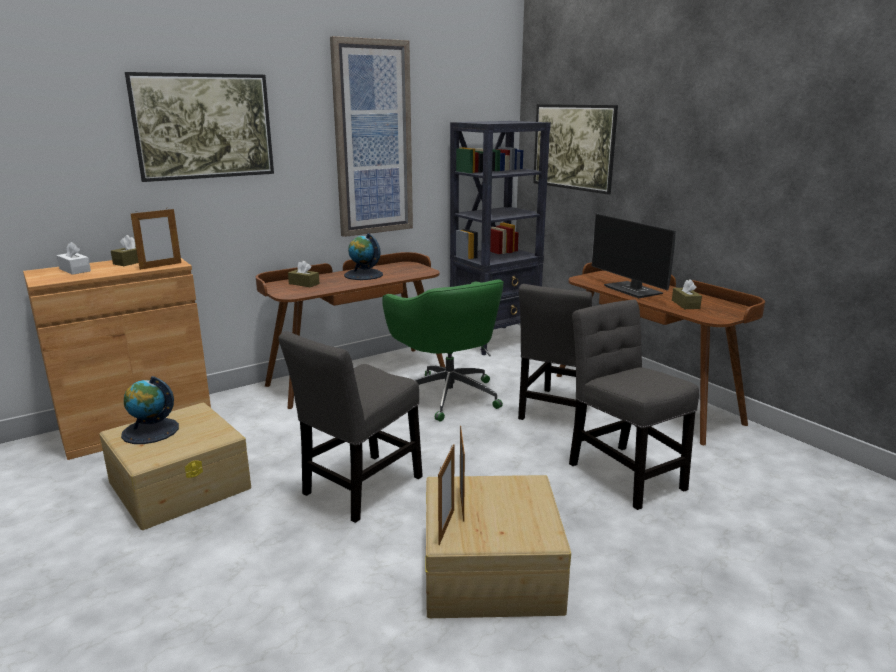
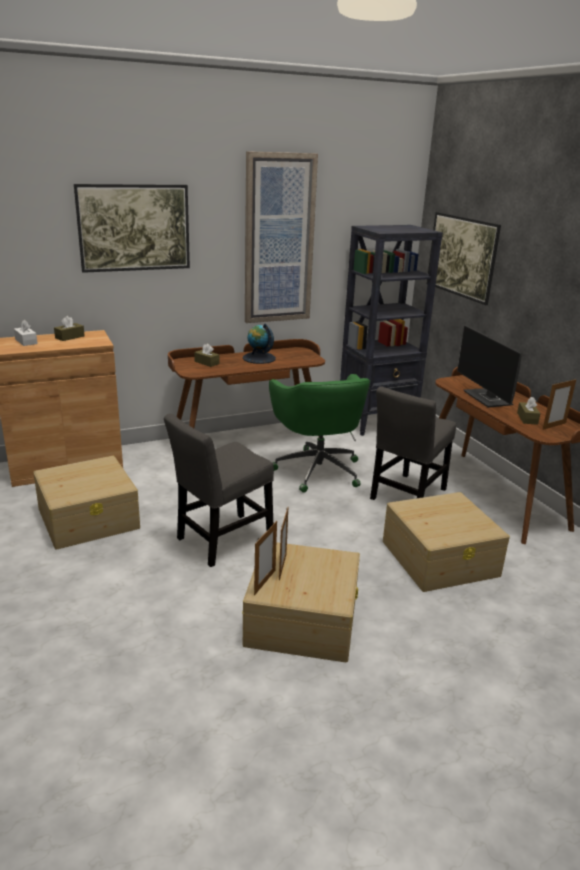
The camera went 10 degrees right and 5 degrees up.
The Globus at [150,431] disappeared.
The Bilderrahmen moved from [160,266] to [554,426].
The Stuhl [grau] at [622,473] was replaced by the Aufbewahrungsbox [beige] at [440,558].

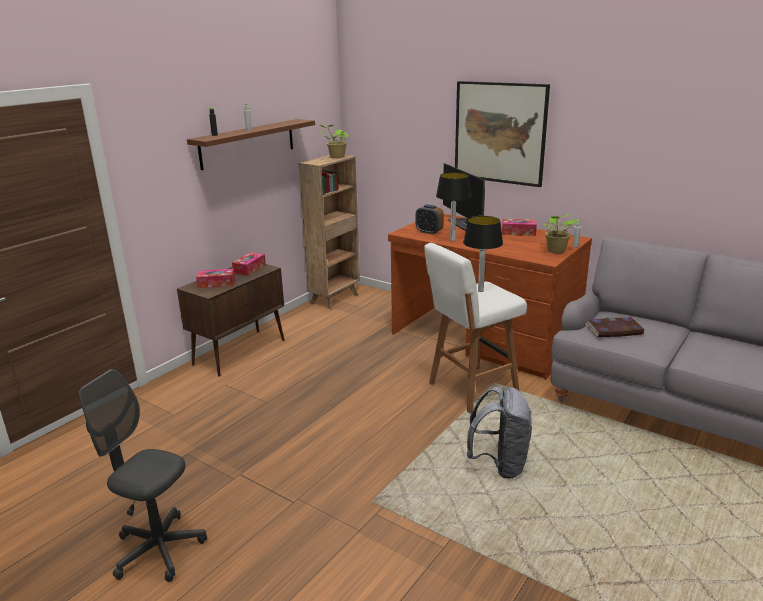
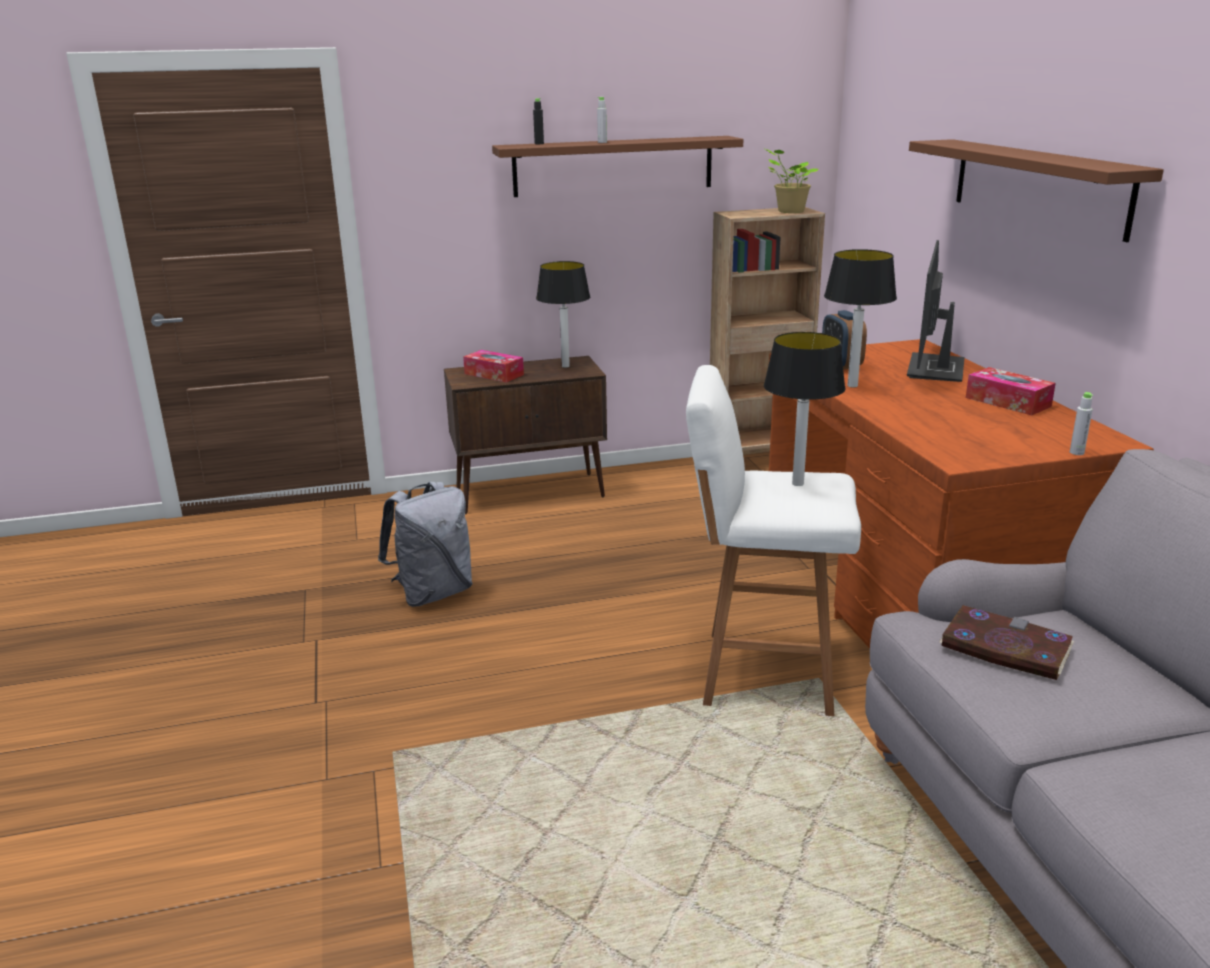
The camera went 40 degrees right and 0 degrees up.
The Bürostuhl [grau] at [159,549] disappeared.
The Taschentuchbox at [249,268] was replaced by the Tischlampe at [565,366].
The Bild at [500,133] was replaced by the Wandregal [braun] at [1038,186].
The Rucksack [grau] moved from [499,464] to [433,593].
The Topfpflanze at [555,251] disappeared.

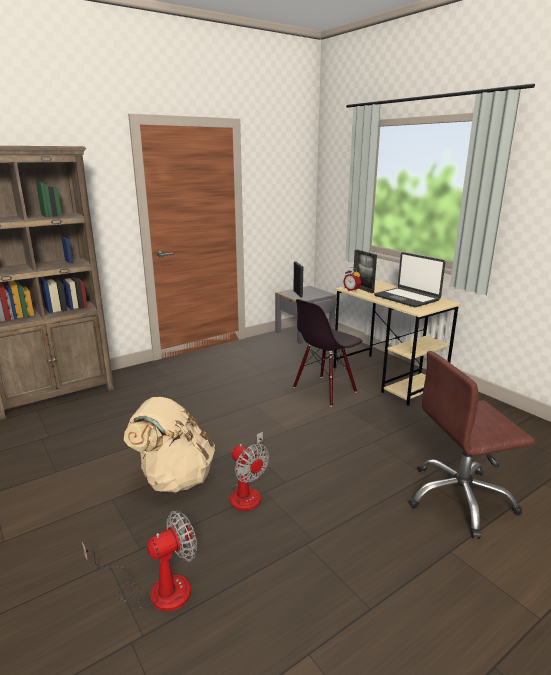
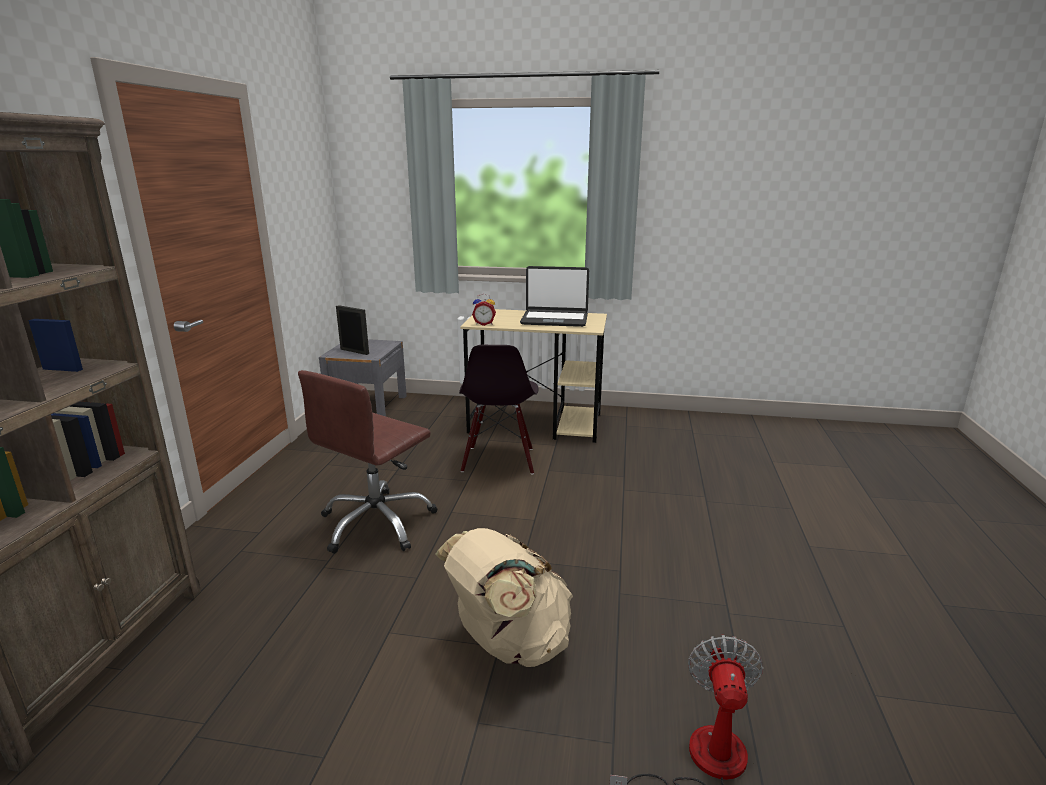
The camera went 45 degrees left and 0 degrees up.
The Ventilator at [248,491] disappeared.
The Bilderrahmen at [363,289] disappeared.
The Bürostuhl [braun] moved from [460,499] to [377,523].

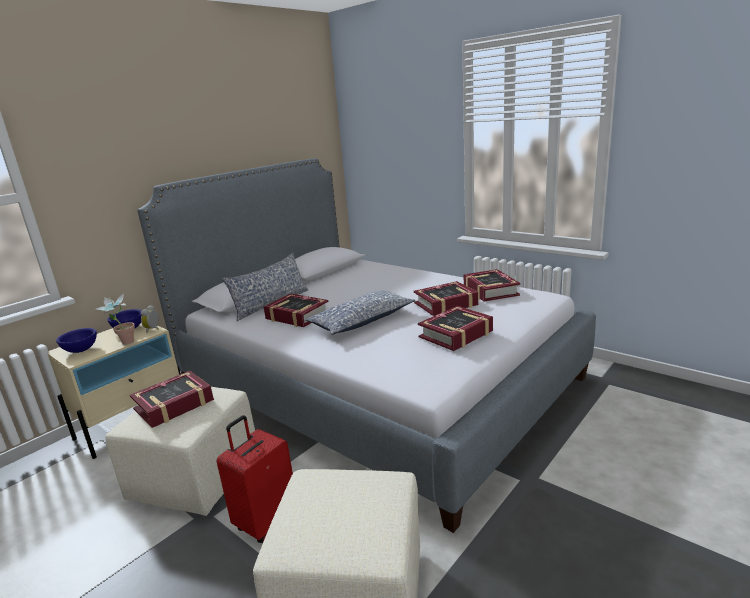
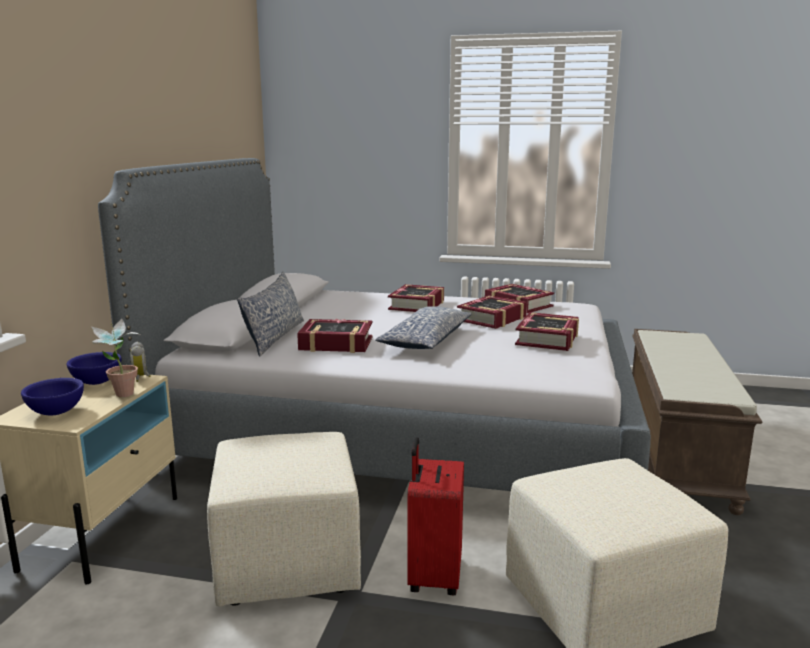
The camera went 30 degrees left and 5 degrees down.
The Buch moved from [174,405] to [417,305].
The Bank [braun] at [674,452] appeared.

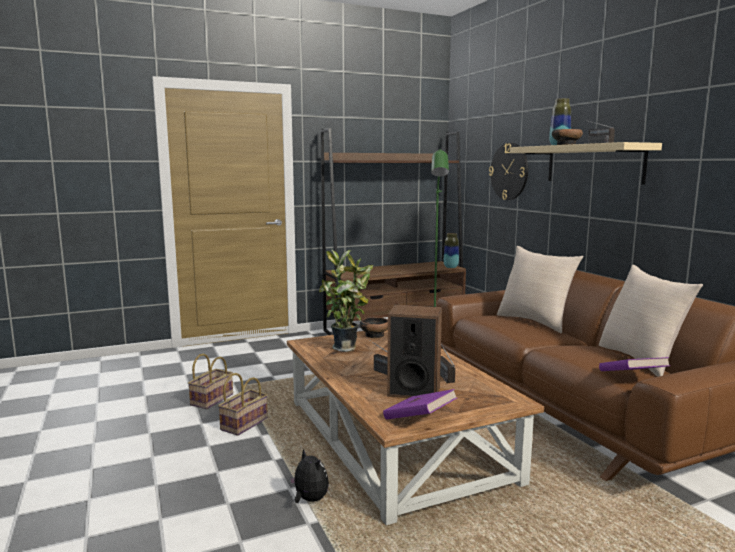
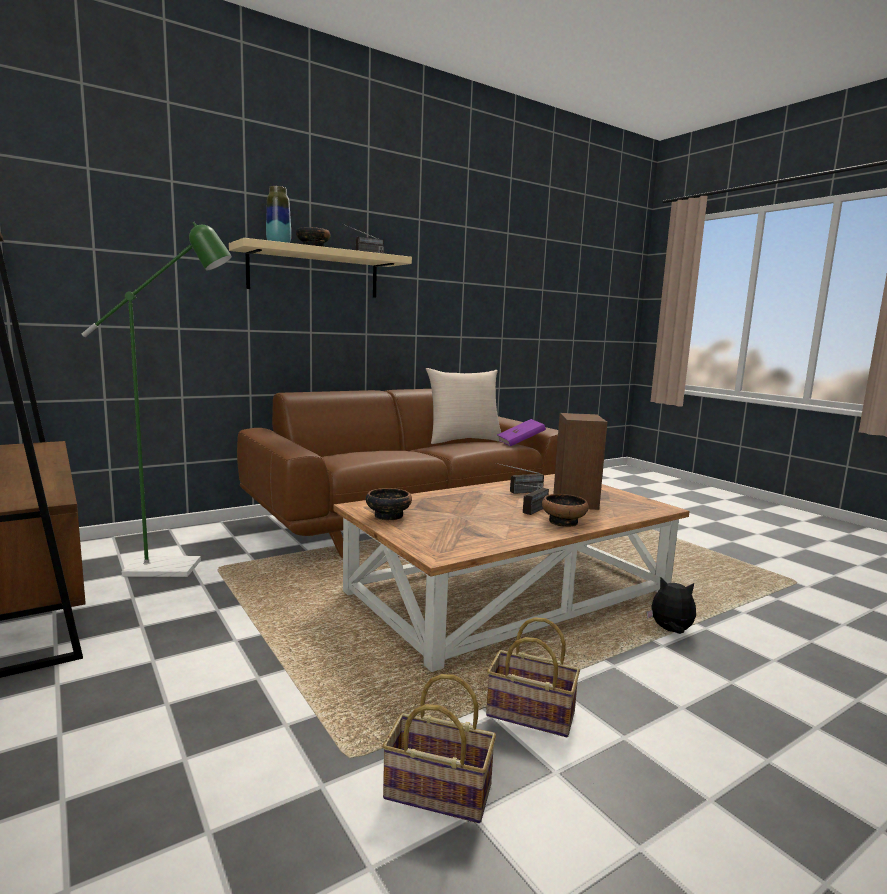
The camera went 100 degrees left and 0 degrees up.
The Plüschtier at [309,500] turned 75 degrees clockwise.
The Topfpflanze at [347,348] disappeared.
The Buch [lila] at [419,420] disappeared.
The Vase at [451,267] disappeared.
The Wanduhr at [509,171] disappeared.
The Kissen [beige] at [535,321] disappeared.
The Schüssel at [564,522] appeared.

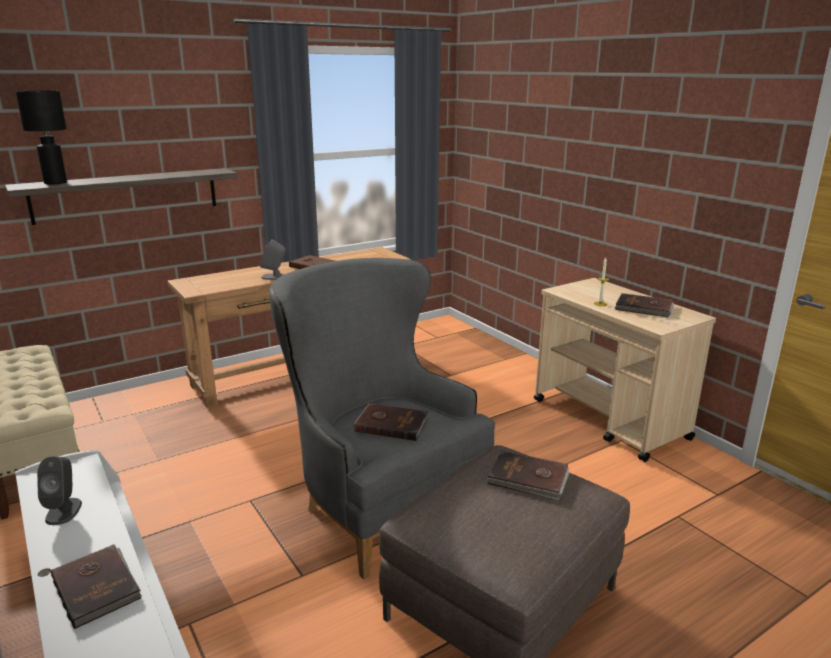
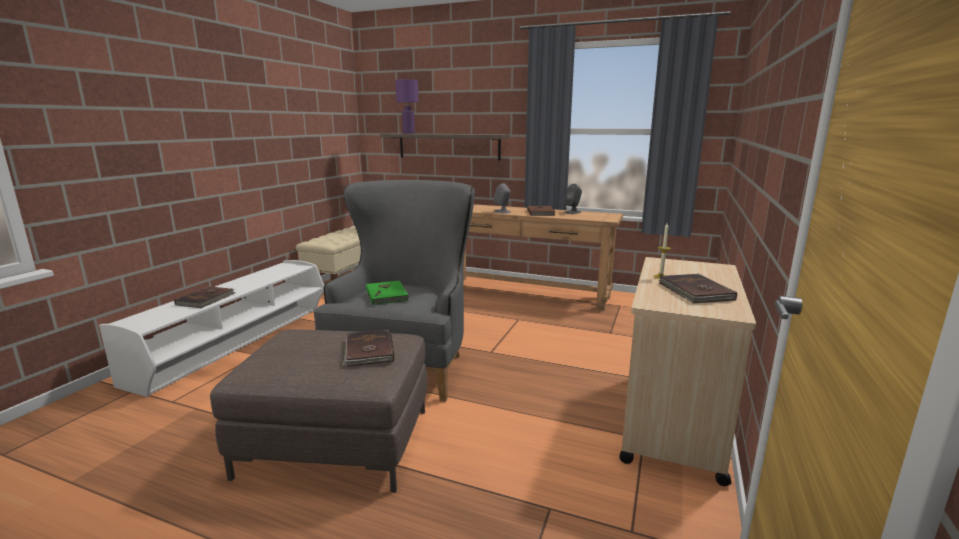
The camera went 55 degrees right and 5 degrees down.
The Tischlampe [schwarz] at [55,183] became the Tischlampe [lila] at [408,133].
The Lautsprecher [grau] moved from [64,511] to [572,212].
The Buch [braun] at [391,424] became the Buch [grün] at [387,294].

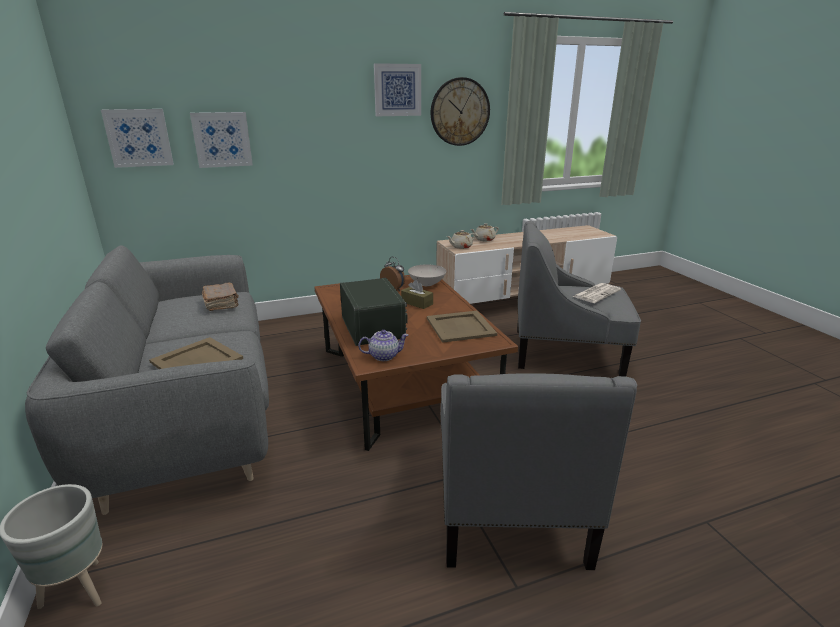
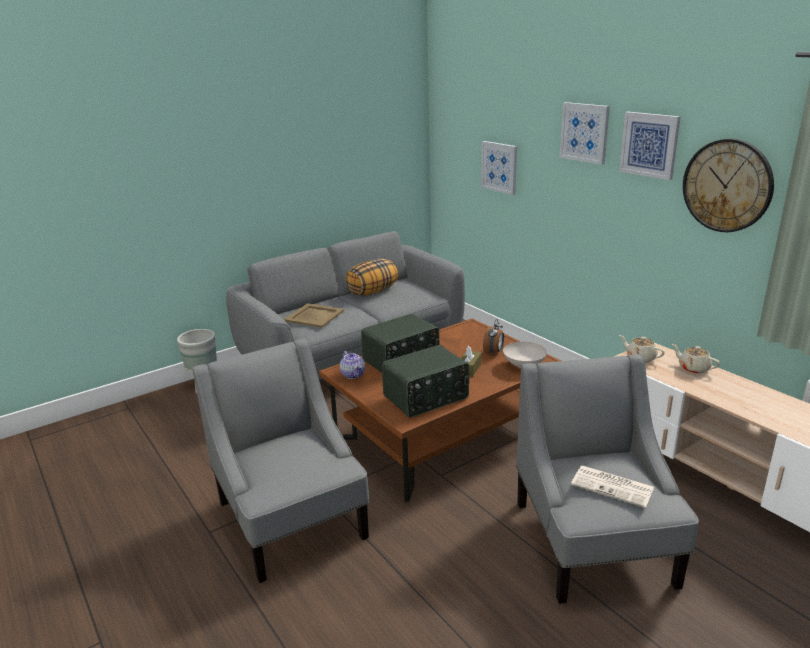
The camera went 75 degrees right and 0 degrees up.
The Bild moved from [139,138] to [584,132].
The Buch [braun] at [222,304] disappeared.
The Tablett [beige] at [460,326] was replaced by the Radio at [426,398].
The Sessel [grau] at [508,502] turned 75 degrees clockwise.
The Kissen at [373,292] appeared.

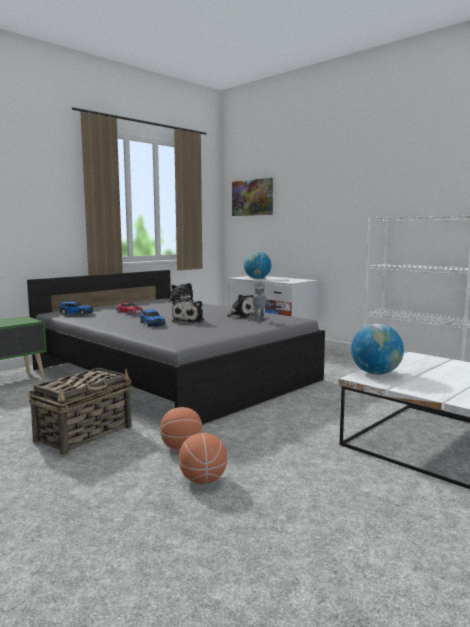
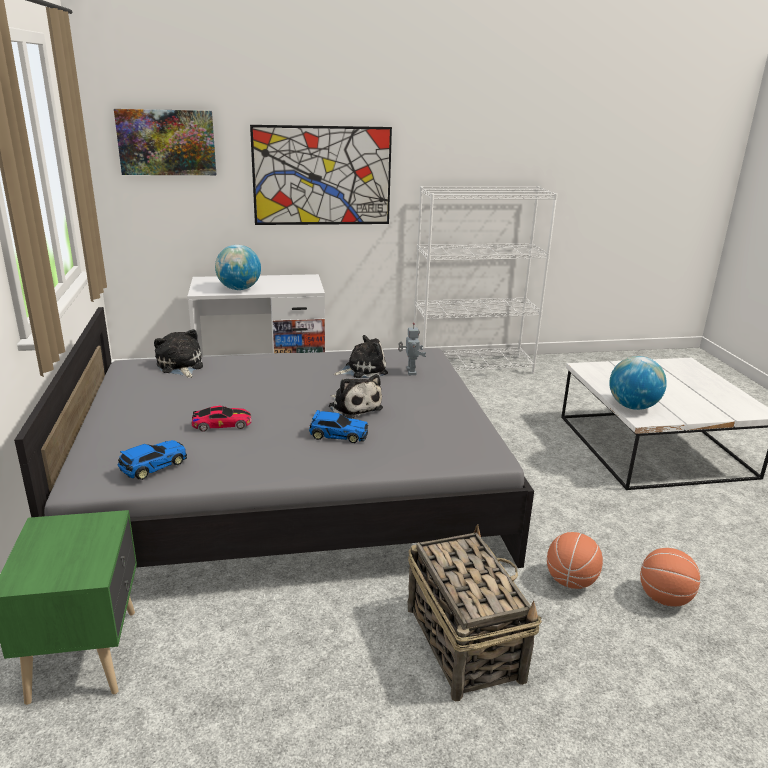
The camera went 55 degrees left and 15 degrees up.
The Bild at [322,176] appeared.

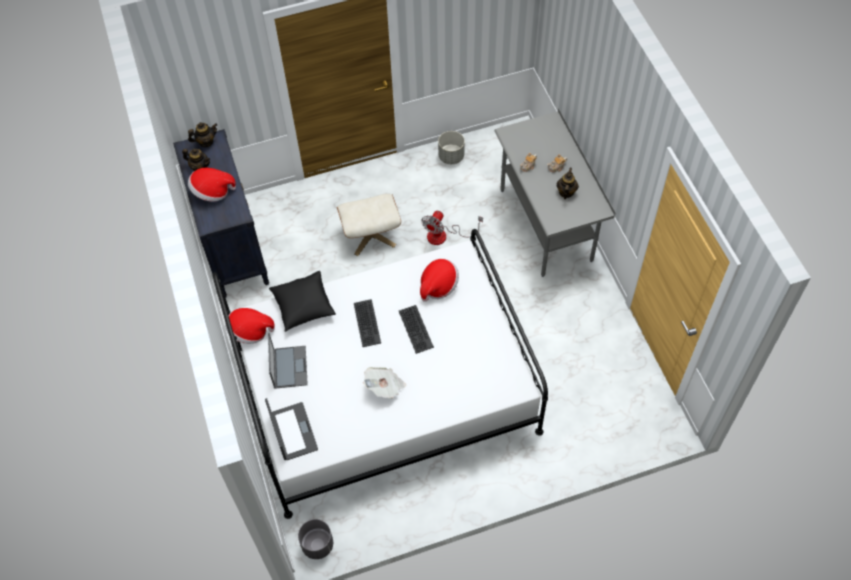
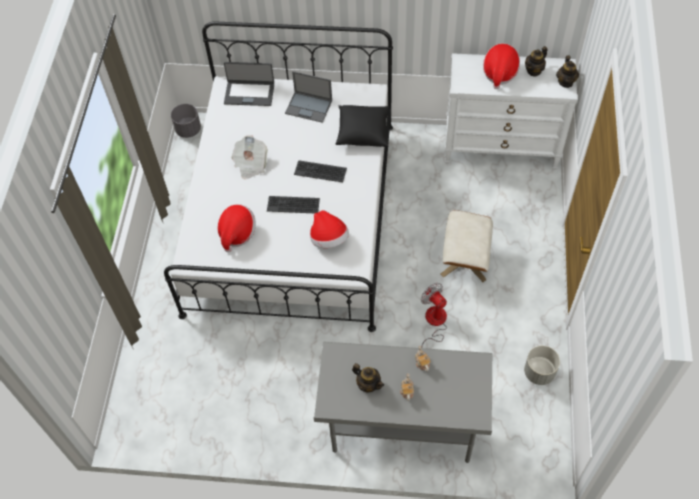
The camera went 115 degrees right and 0 degrees up.
The Kommode [schwarz] at [232,246] became the Kommode [weiß] at [501,148].
The Hut moved from [250,331] to [237,233].

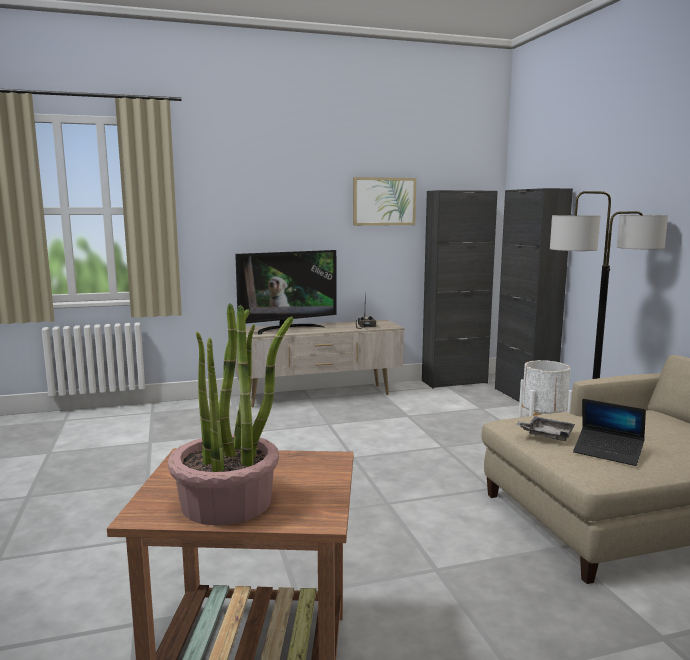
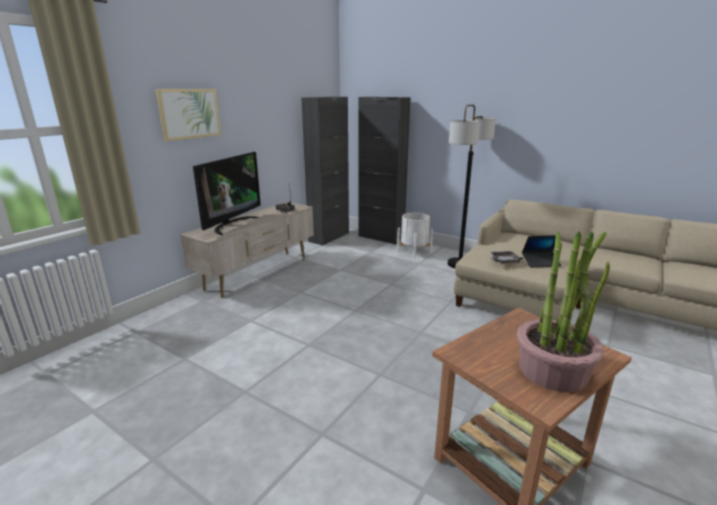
The camera went 40 degrees left and 10 degrees up.
The Bild moved from [384,201] to [189,113].

